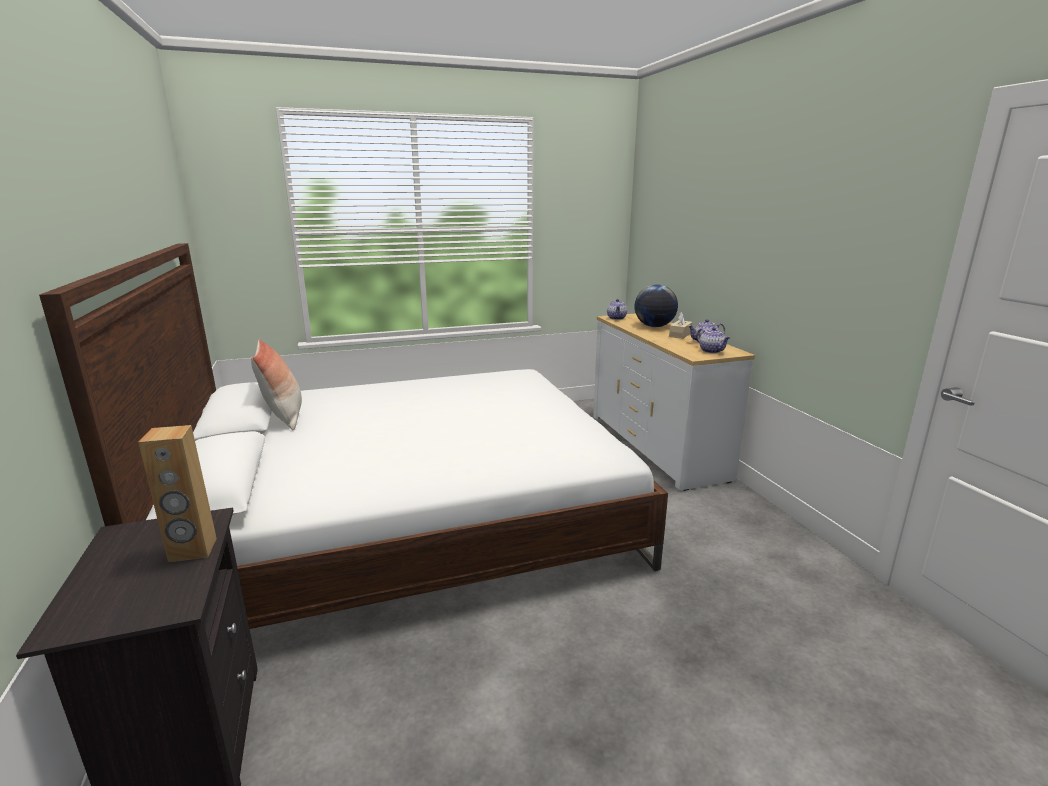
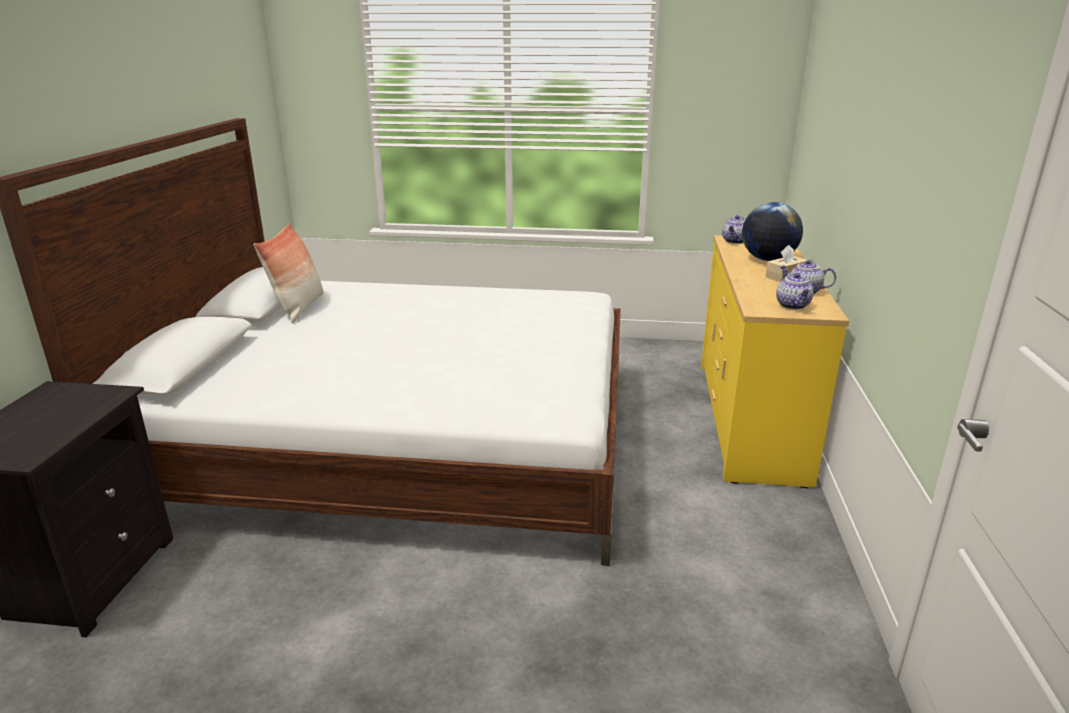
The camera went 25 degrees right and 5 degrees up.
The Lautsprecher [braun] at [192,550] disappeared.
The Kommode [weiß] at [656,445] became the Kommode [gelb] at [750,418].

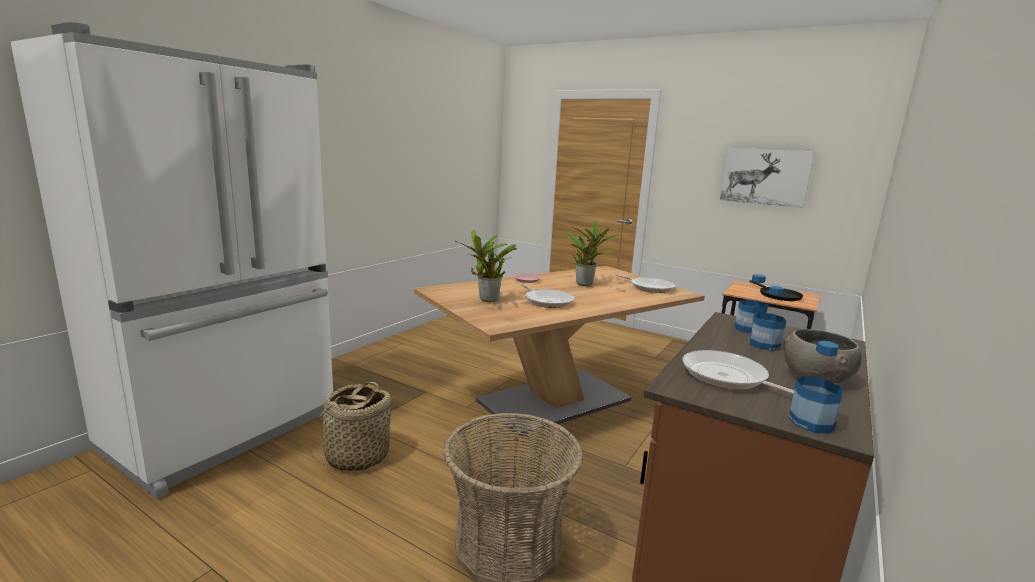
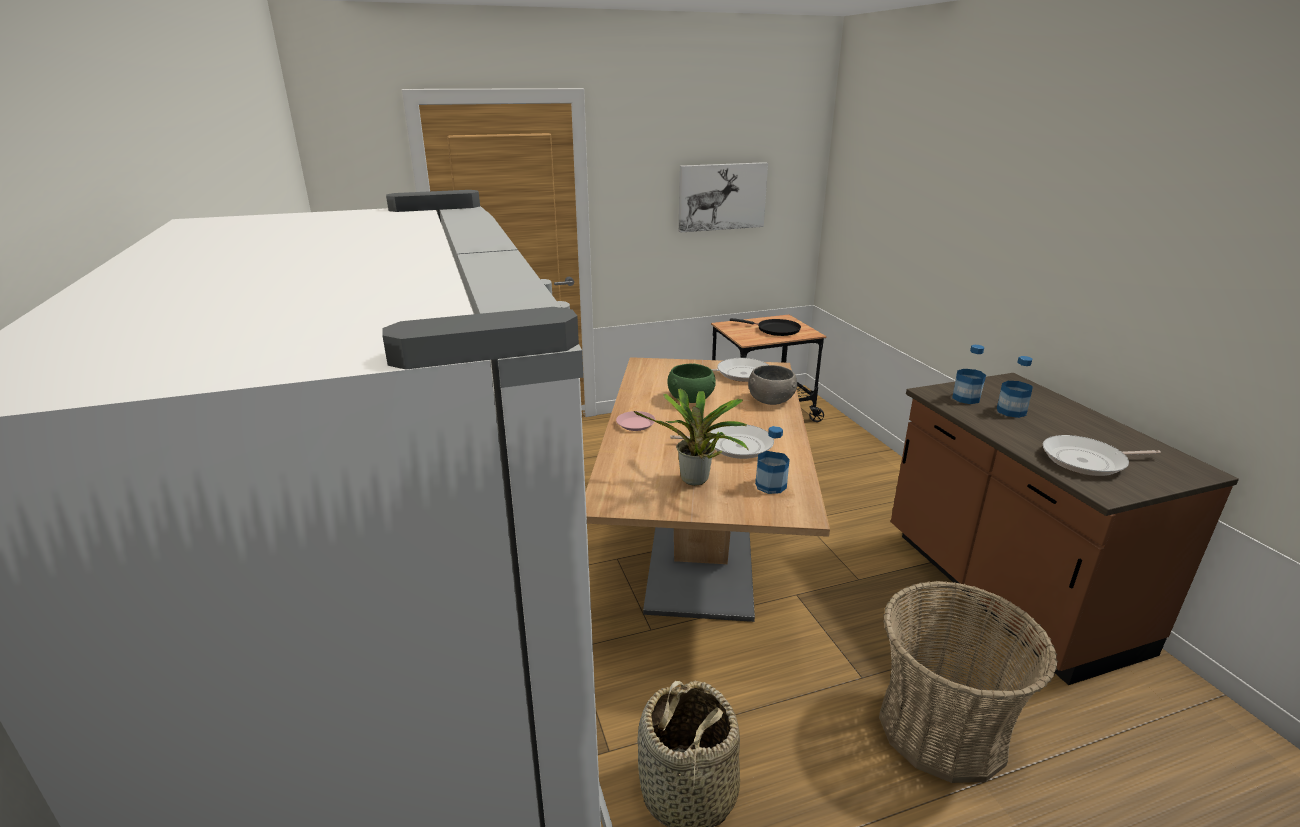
The camera went 50 degrees left and 10 degrees up.
The Topfpflanze at [585,284] was replaced by the Schüssel [grün] at [690,398].
The Schüssel [grau] moved from [815,376] to [770,400].
The Flasche moved from [811,422] to [770,485].

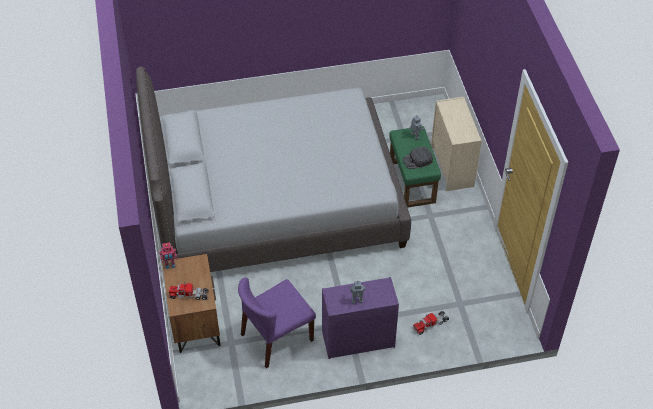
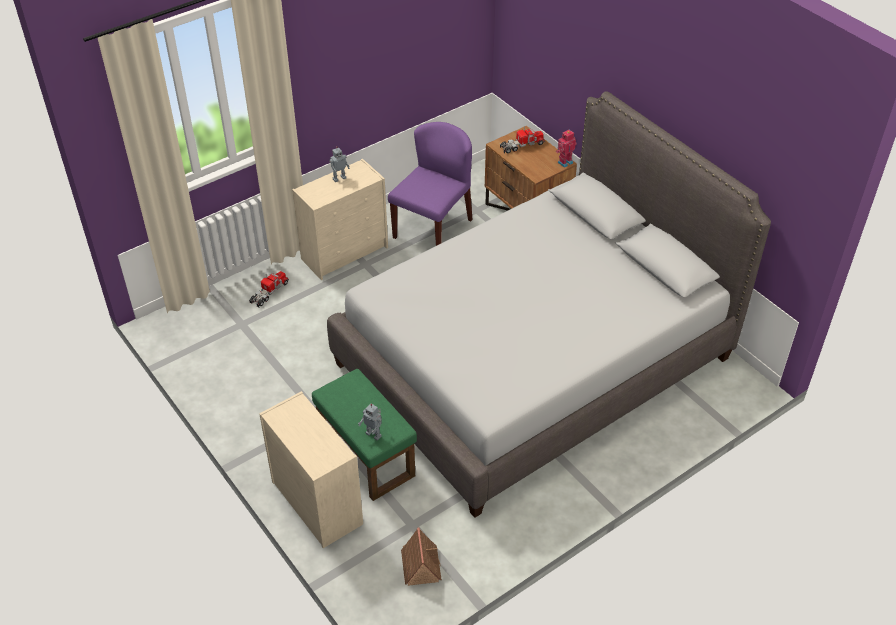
The camera went 155 degrees right and 5 degrees down.
The Kommode [lila] at [357,340] became the Kommode [beige] at [345,253].
The Kappe [schwarz] at [417,160] disappeared.
The Spielzeughaus at [420,565] appeared.

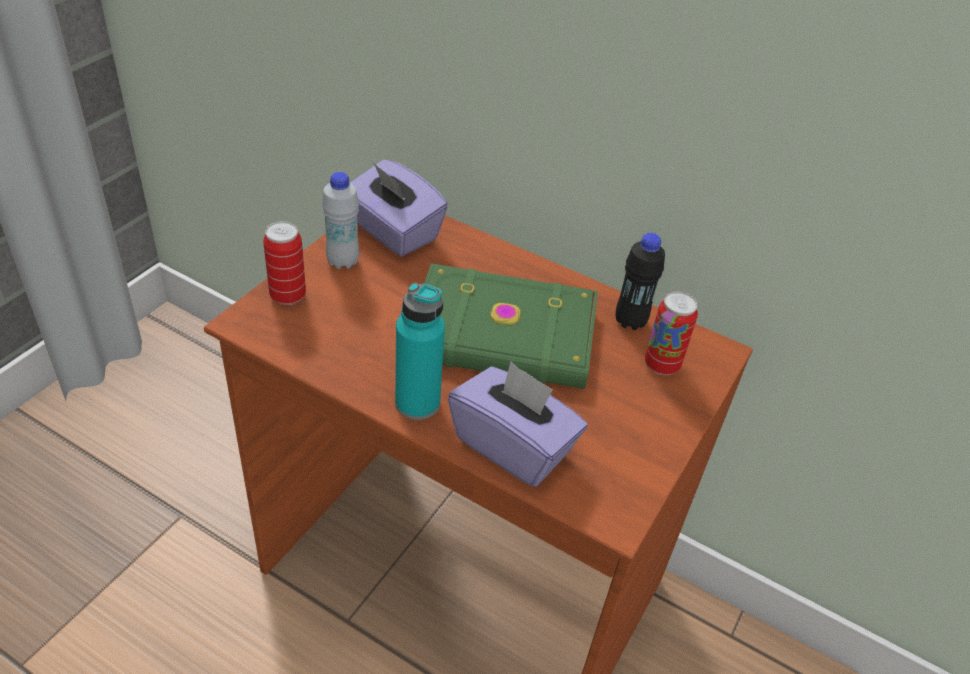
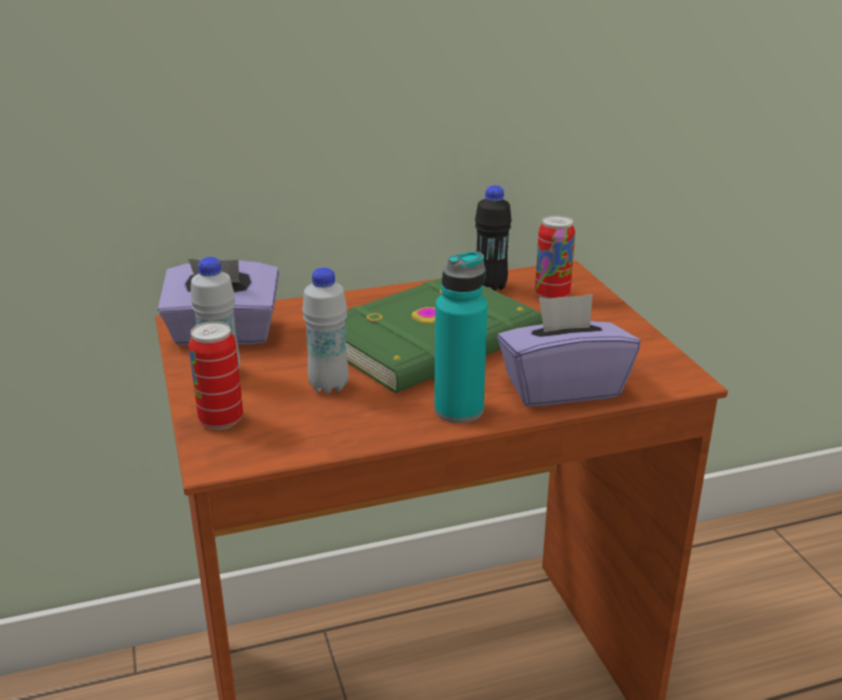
The camera went 45 degrees left and 15 degrees down.
The Flasche [weiß] at [328,386] appeared.

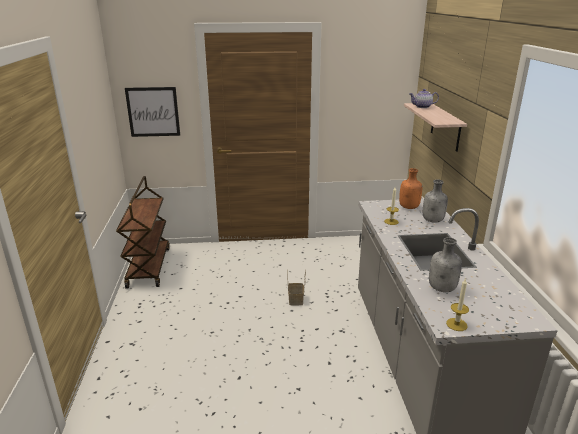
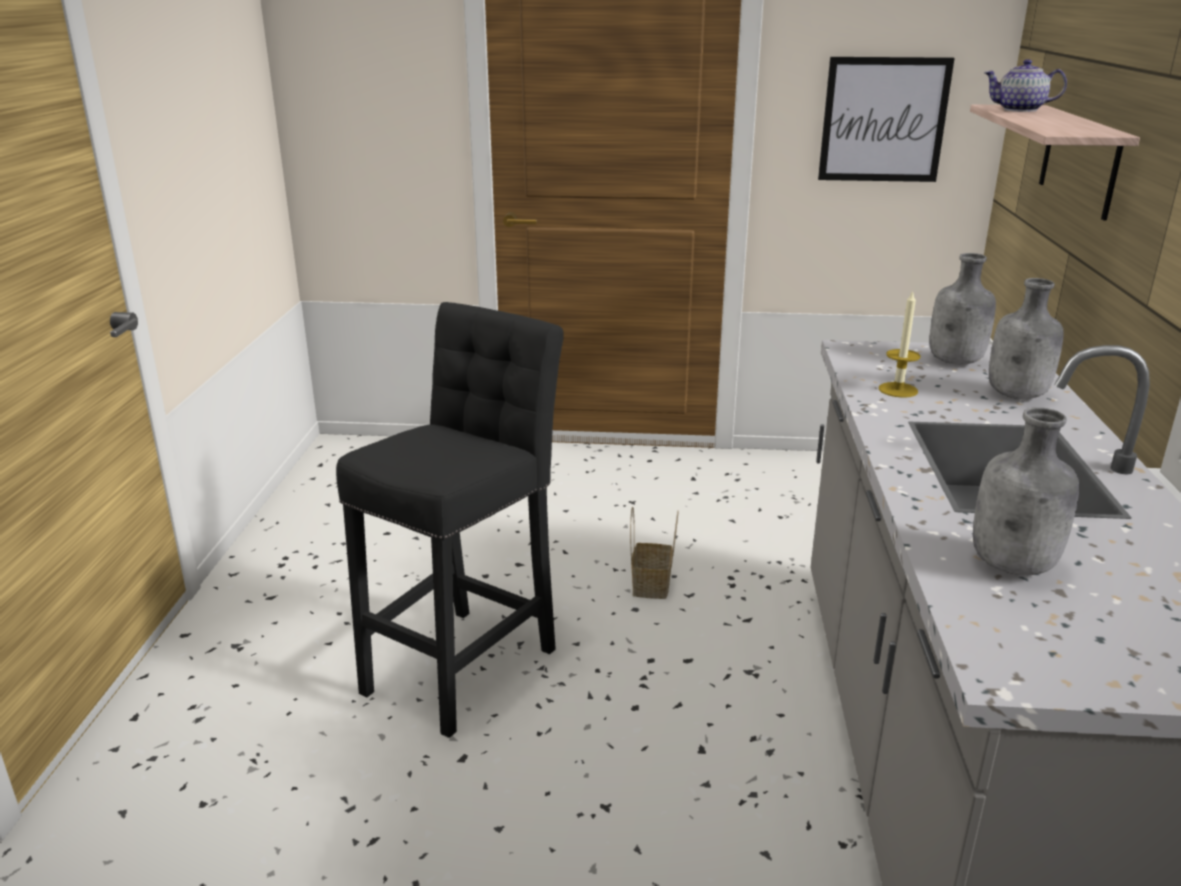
The camera went 10 degrees right and 0 degrees up.
The Rollwagen [braun] at [148,267] disappeared.
The Bild moved from [153,112] to [883,120].
The Flasche [orange] at [409,207] became the Flasche [grau] at [956,361].
The Kerze at [456,324] disappeared.
The Hocker [schwarz] at [466,664] appeared.

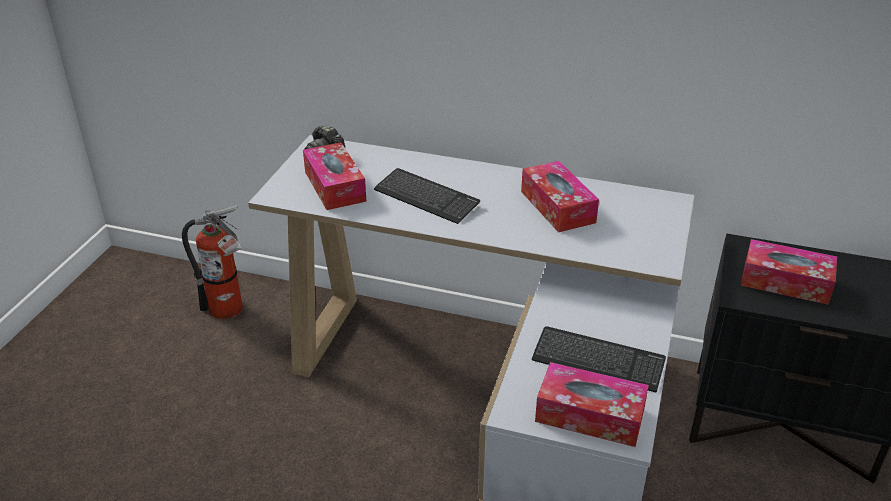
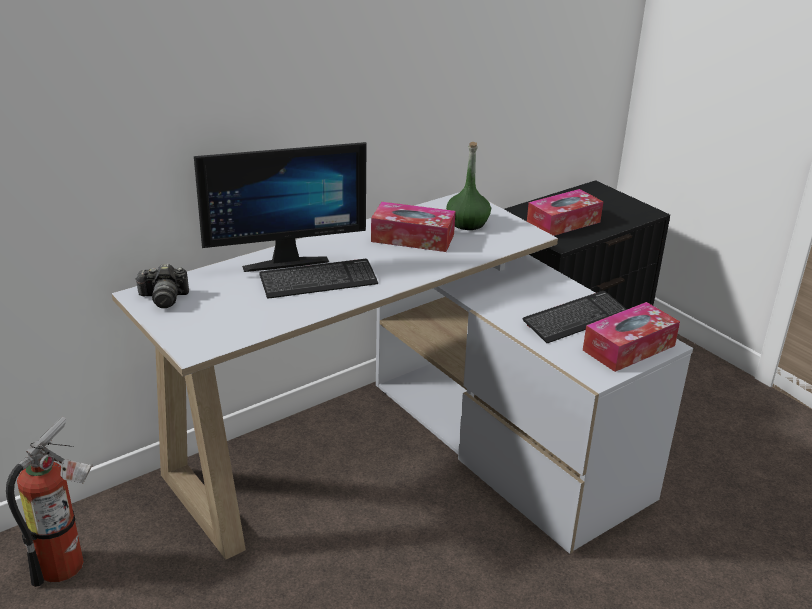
The camera went 55 degrees left and 5 degrees down.
The Taschentuchbox at [335,186] disappeared.
The Monitor at [284,259] appeared.
The Flasche [grün] at [467,223] appeared.

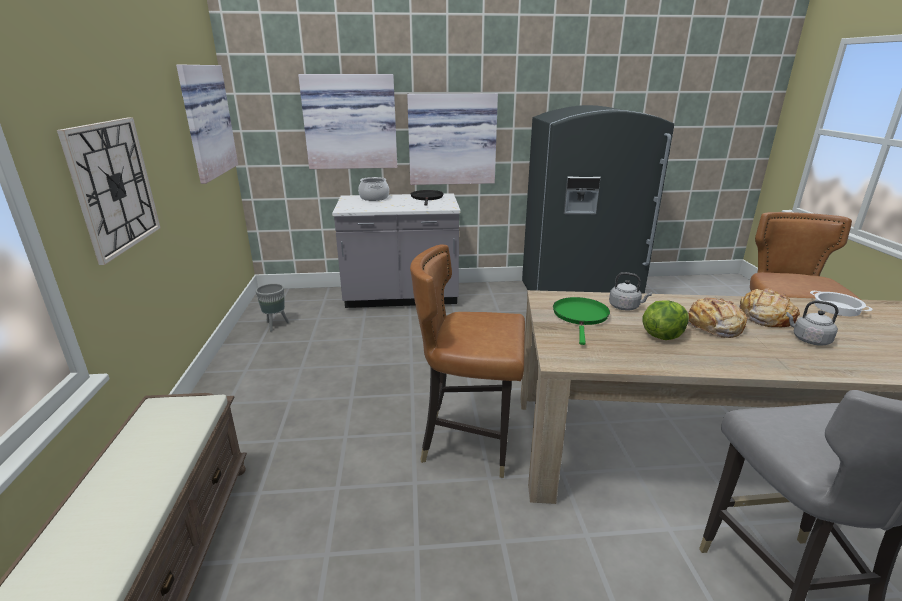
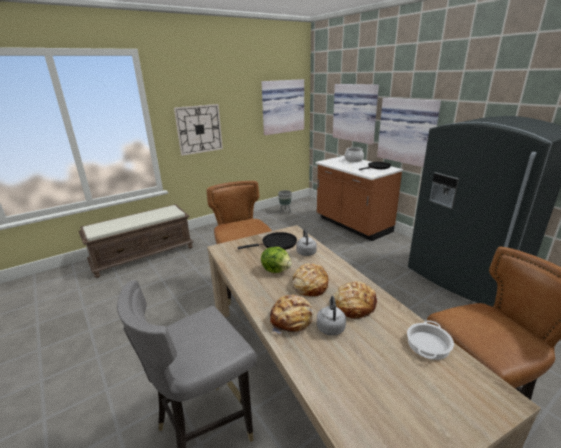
The camera went 60 degrees right and 0 degrees up.
The Küchenzeile [grau] at [401,298] became the Küchenzeile [braun] at [352,225].
The Pfanne [grün] at [580,316] became the Pfanne [schwarz] at [277,244].
The Brot at [291,320] appeared.

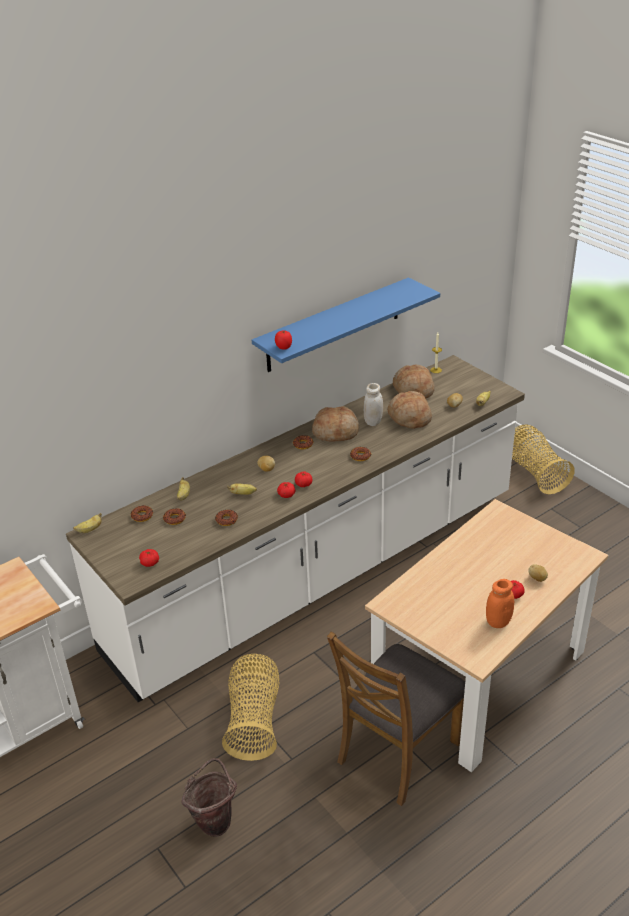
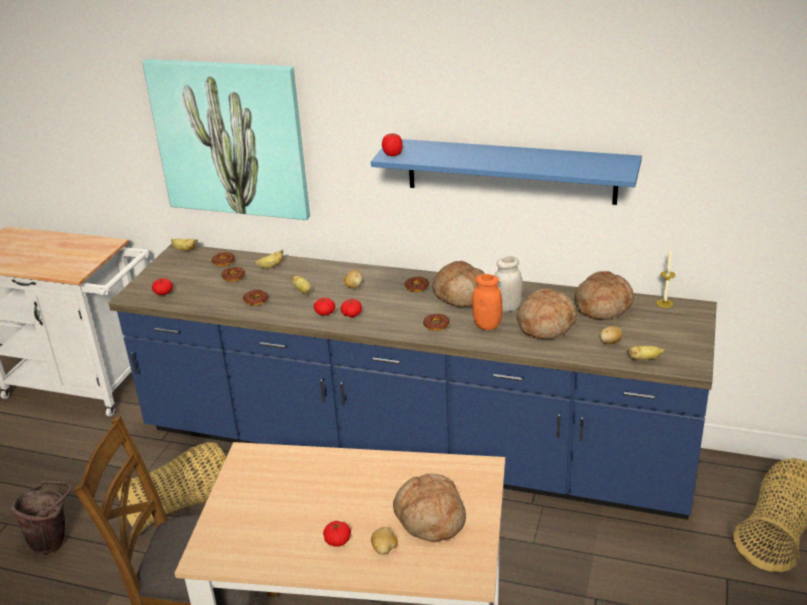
The camera went 55 degrees right and 5 degrees down.
The Küchenzeile [weiß] at [319,572] became the Küchenzeile [blau] at [411,448].
The Vorratsglas [orange] moved from [498,622] to [487,325].
The Bild at [230,138] appeared.
The Brot at [429,518] appeared.

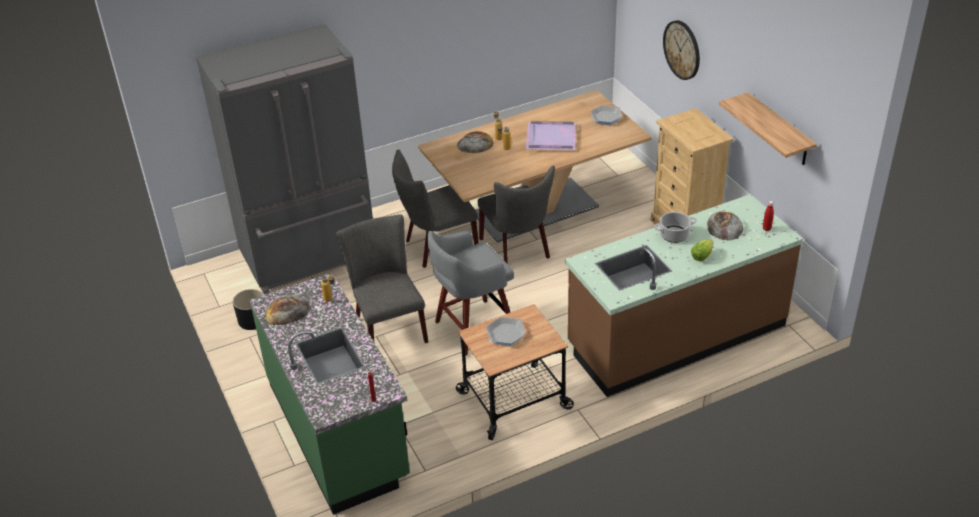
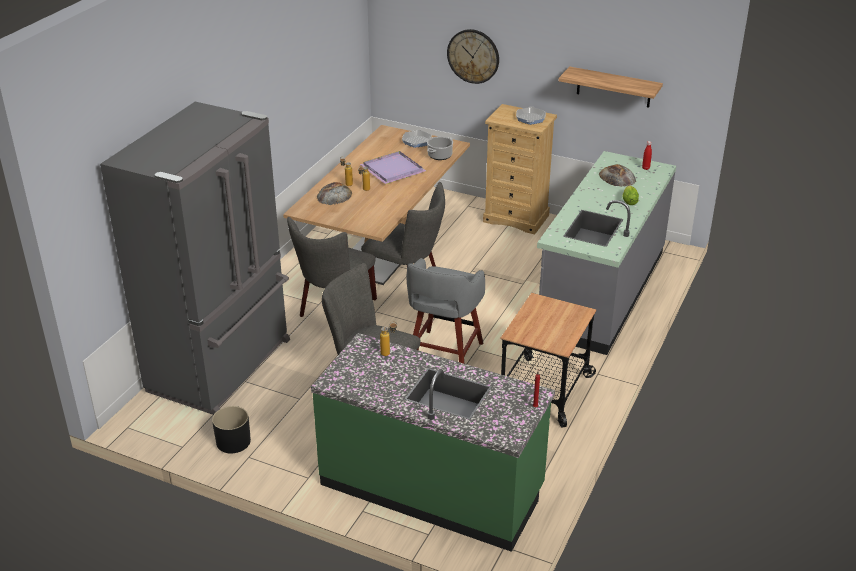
The camera went 40 degrees left and 5 degrees down.
The Brot at [287,311] disappeared.
The Pfanne moved from [506,334] to [530,118].
The Küchenzeile [braun] at [676,335] became the Küchenzeile [grau] at [601,291].
The Kochtopf moved from [674,235] to [440,155].

